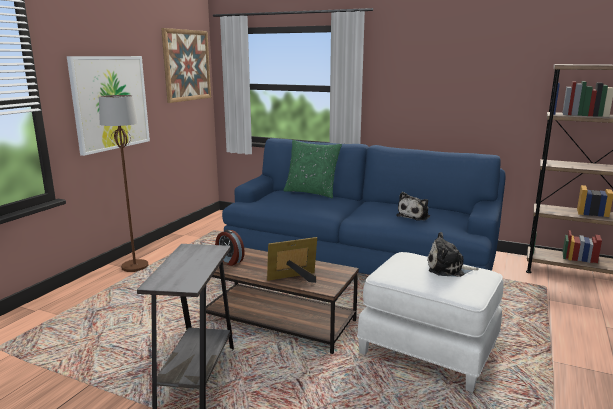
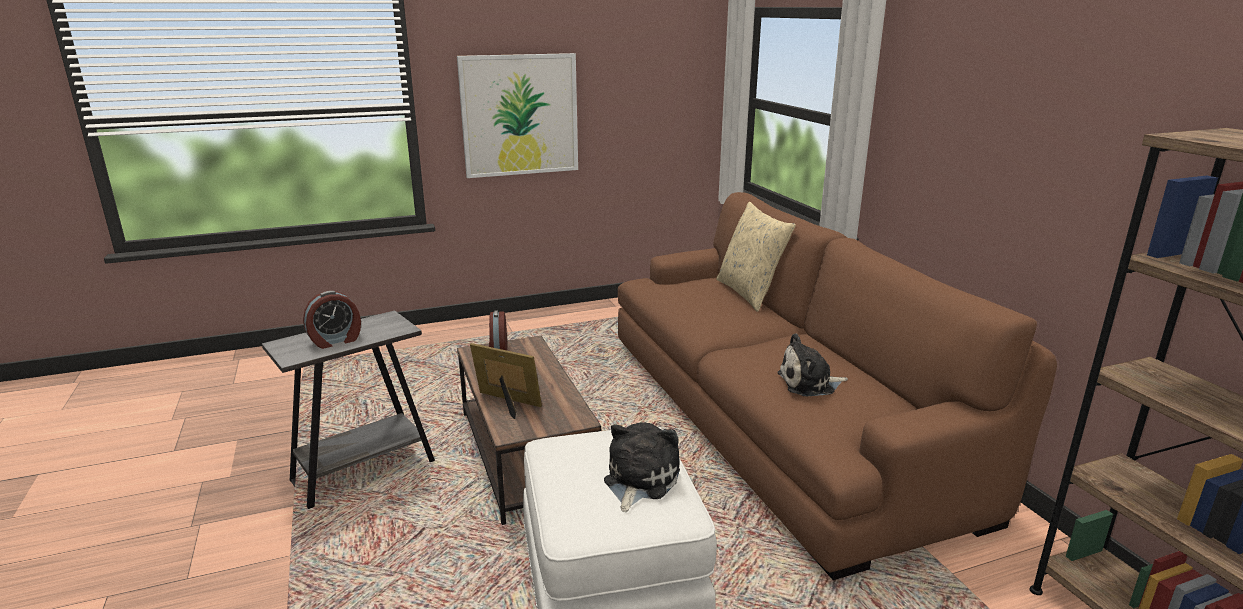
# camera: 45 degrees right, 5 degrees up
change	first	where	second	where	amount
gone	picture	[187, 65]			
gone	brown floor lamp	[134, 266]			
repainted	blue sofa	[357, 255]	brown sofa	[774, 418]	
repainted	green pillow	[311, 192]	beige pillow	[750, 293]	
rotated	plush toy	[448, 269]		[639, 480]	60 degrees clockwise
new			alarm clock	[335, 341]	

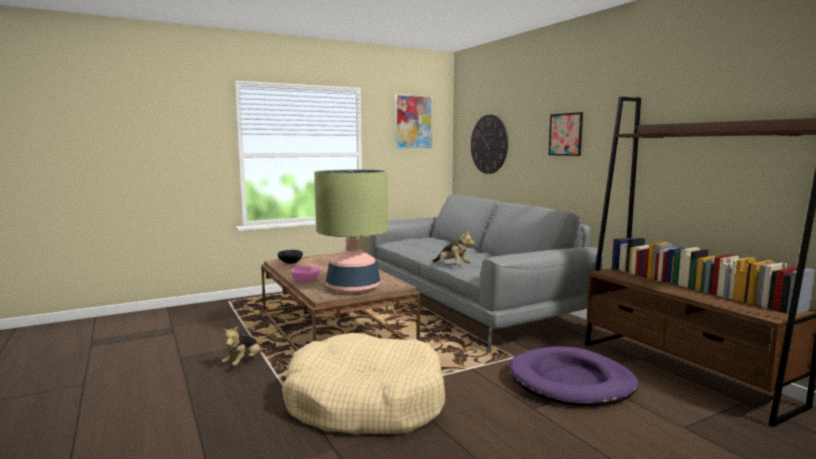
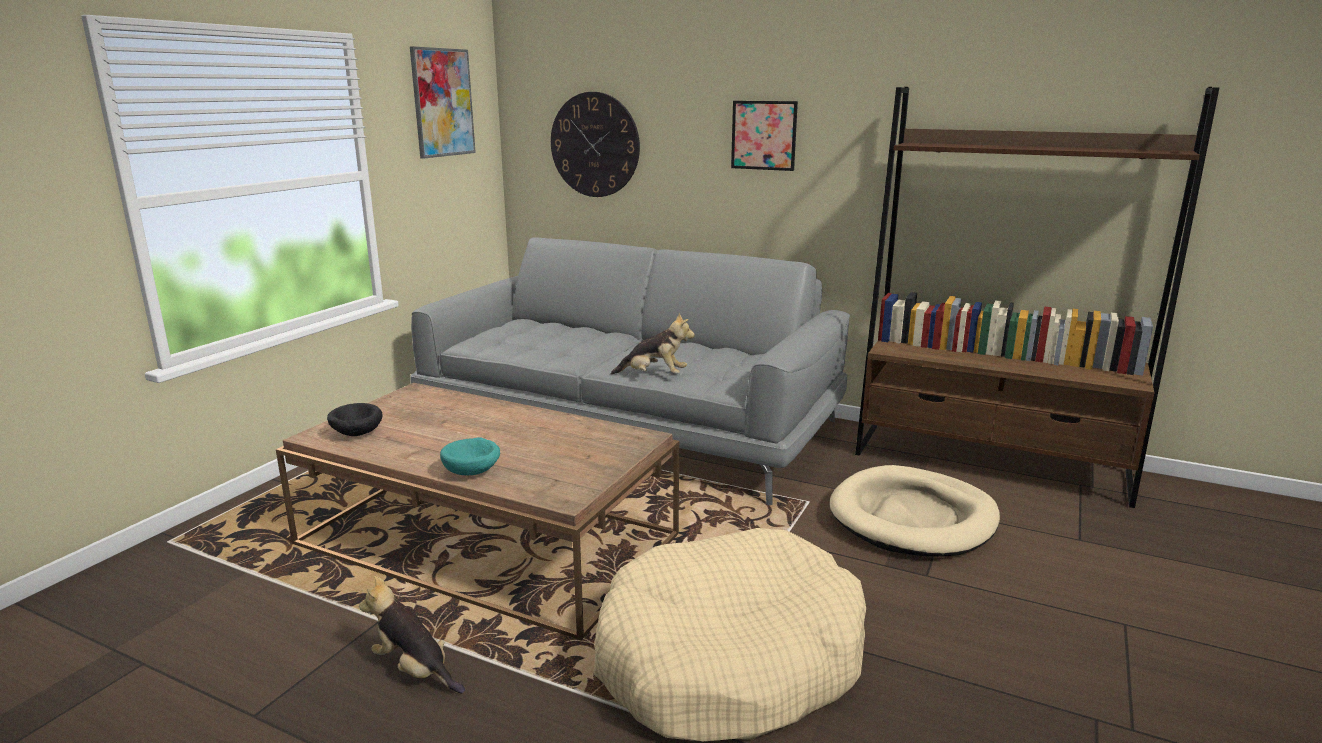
# camera: 35 degrees left, 10 degrees up
change	first	where	second	where	amount
gone	table lamp	[353, 288]			
repainted	pink bowl	[305, 282]	turquoise bowl	[473, 473]	
rotated	plush toy	[243, 362]		[415, 670]	135 degrees clockwise
repainted	purple dog bed	[571, 382]	beige dog bed	[913, 518]	

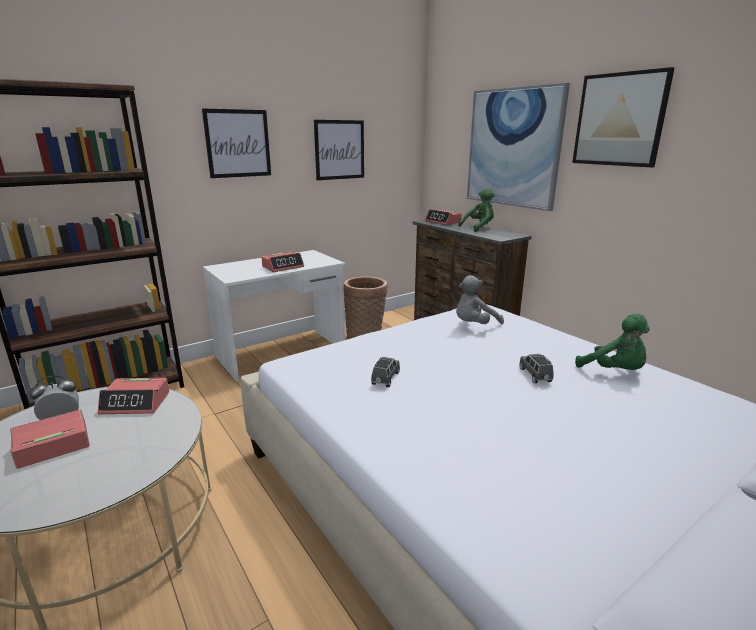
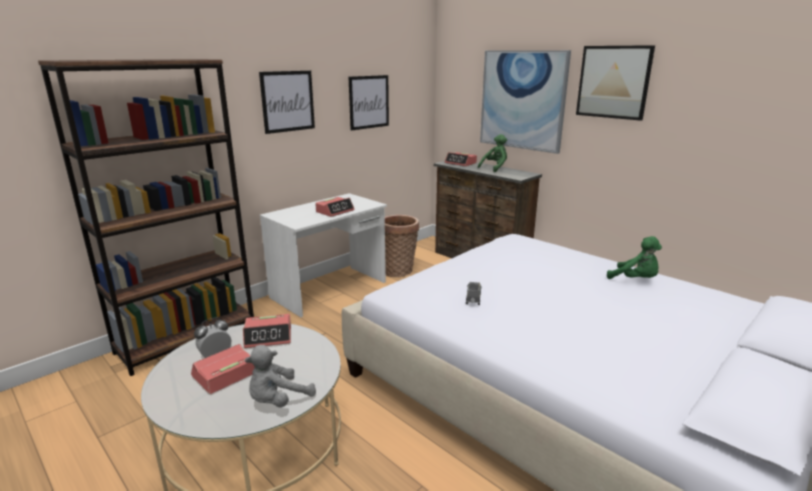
# camera: 10 degrees left, 0 degrees up
change	first	where	second	where	amount
shifted	grey plush toy	[474, 325]		[278, 400]	
gone	grey toy car	[535, 375]			

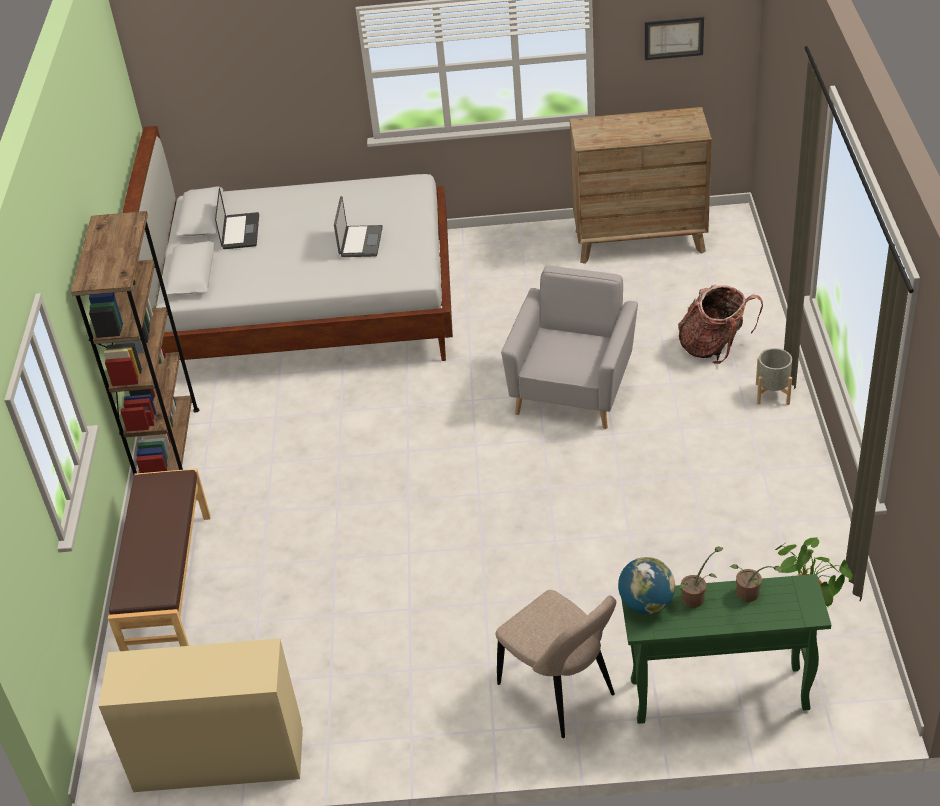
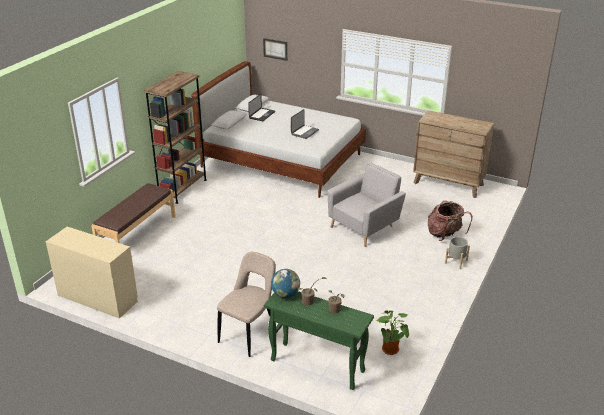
# camera: 25 degrees right, 10 degrees down
change	first	where	second	where	amount
shifted	picture	[674, 38]		[275, 49]	
rotated	beige chair	[560, 692]		[249, 334]	135 degrees counterclockwise

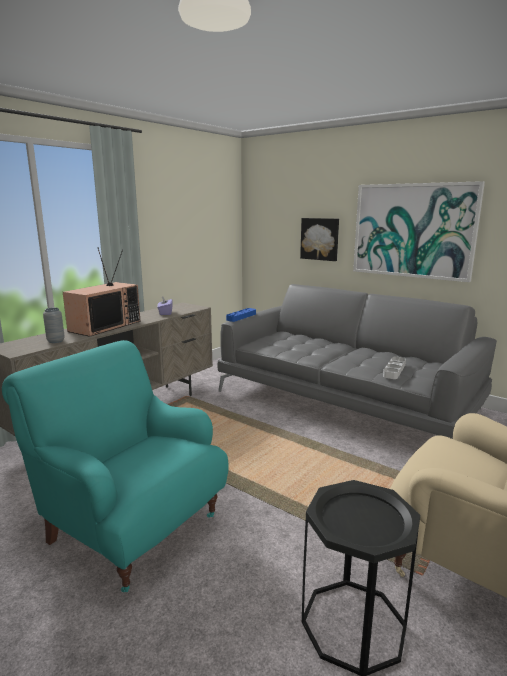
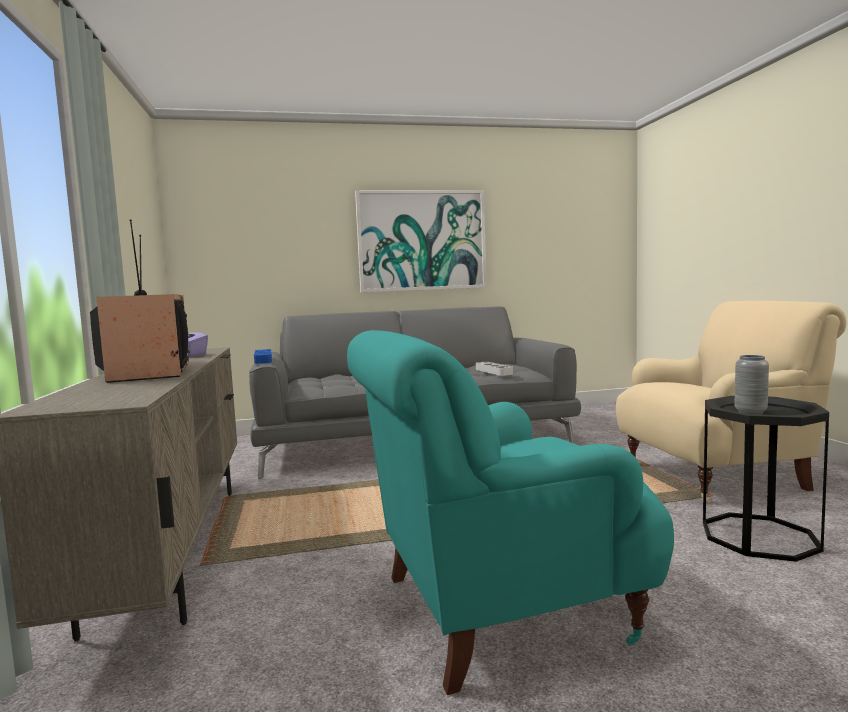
# camera: 50 degrees left, 10 degrees down
change	first	where	second	where	amount
gone	picture	[320, 239]			
shifted	grey vase	[56, 341]		[750, 412]	

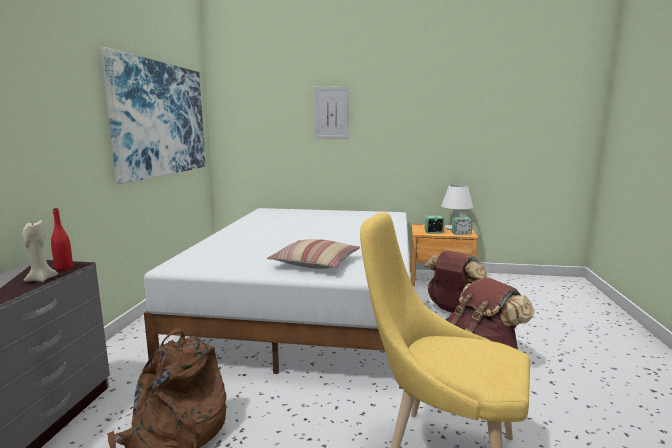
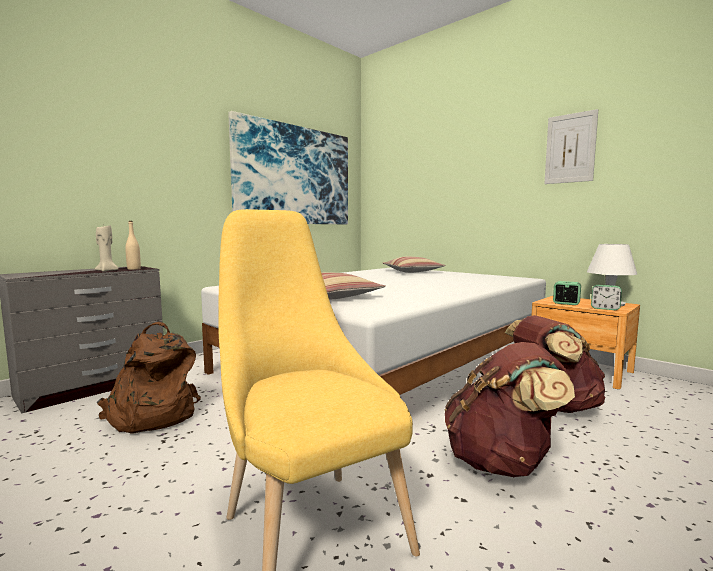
# camera: 35 degrees right, 5 degrees down
change	first	where	second	where	amount
shifted	picture	[331, 113]		[570, 148]	
repainted	red bottle	[64, 268]	beige bottle	[134, 269]	
new			pillow	[412, 272]	

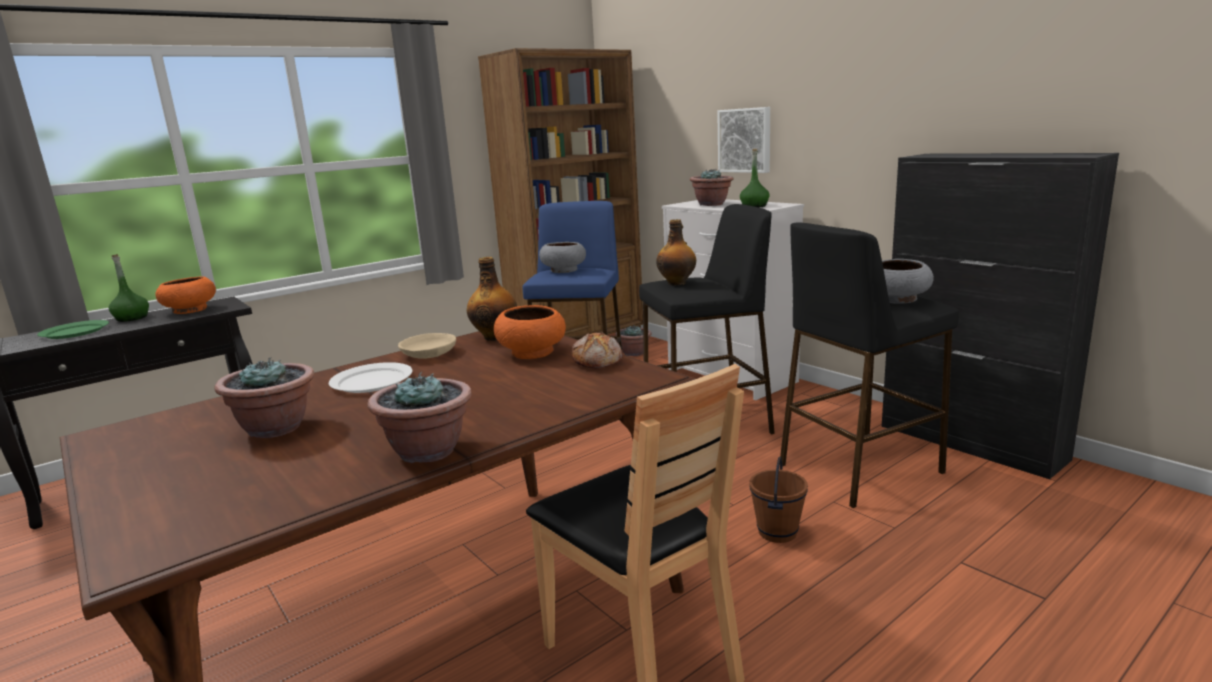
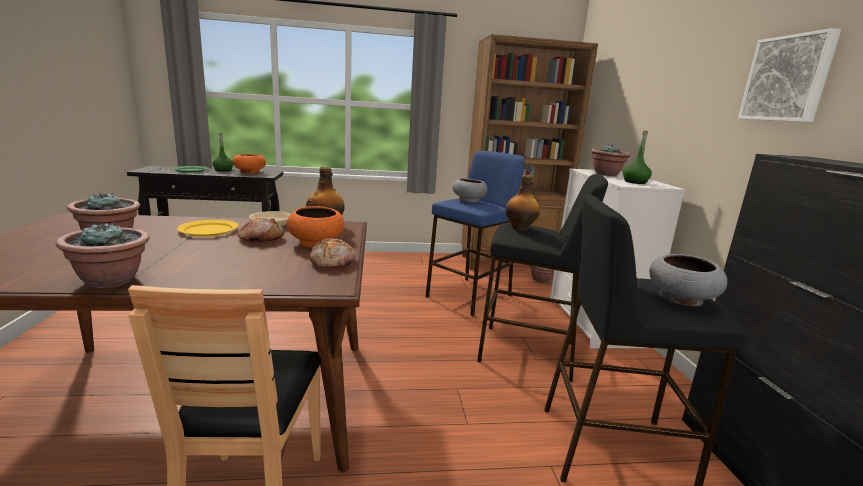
# camera: 30 degrees right, 0 degrees up
change	first	where	second	where	amount
shifted	picture	[745, 140]		[788, 79]	
repainted	white plate	[372, 381]	yellow plate	[209, 230]	
gone	brown bucket	[778, 532]			
new			bread	[261, 239]	

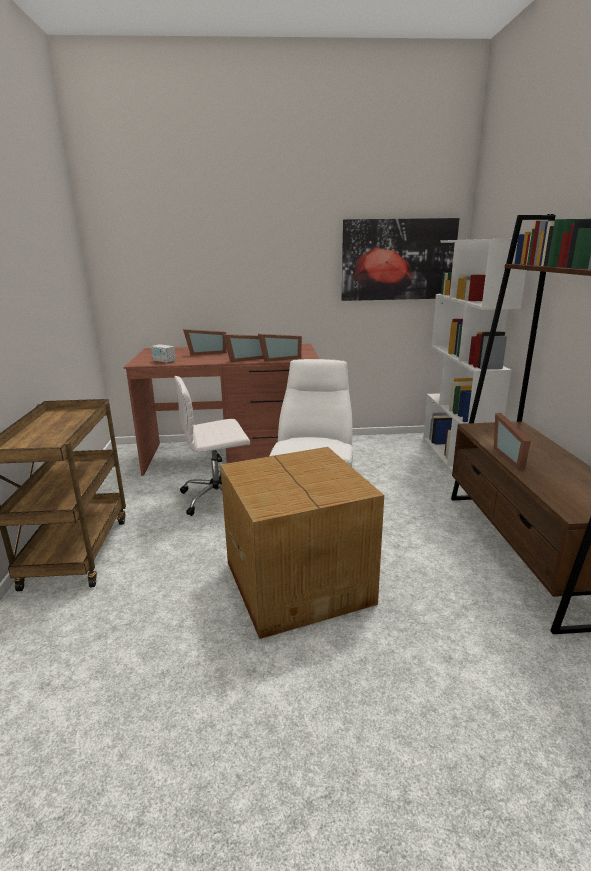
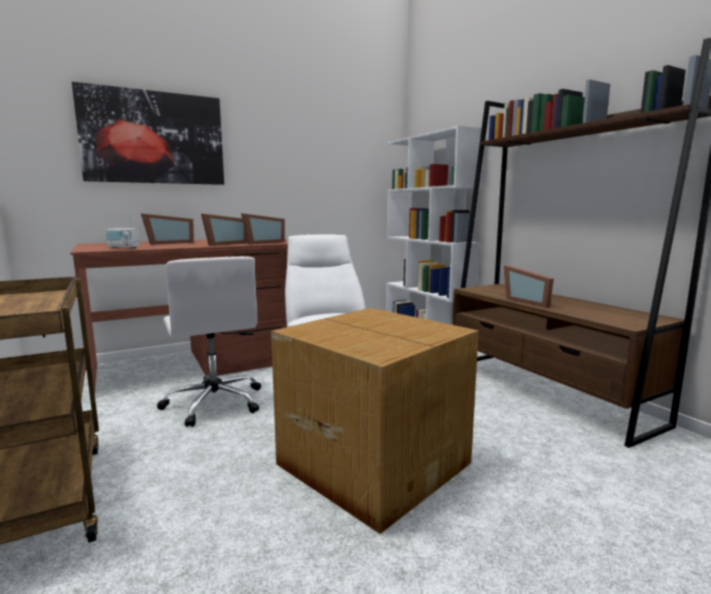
# camera: 25 degrees left, 10 degrees down
change	first	where	second	where	amount
shifted	picture	[398, 260]		[154, 138]	
rotated	white office chair	[219, 497]		[215, 403]	75 degrees counterclockwise

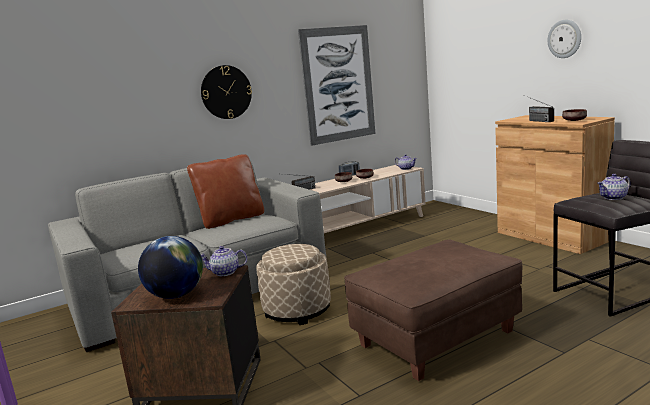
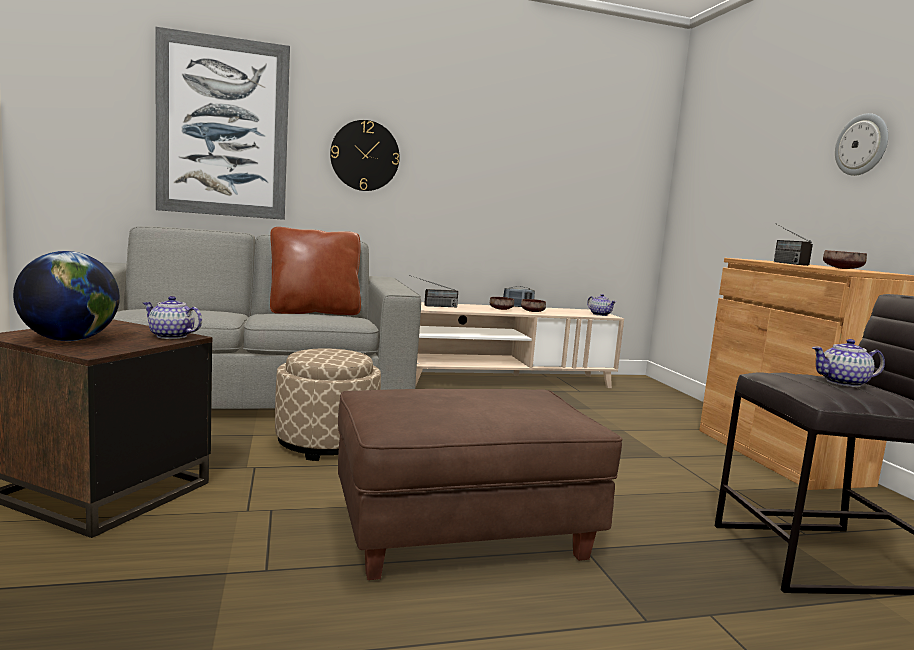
# camera: 15 degrees right, 5 degrees down
change	first	where	second	where	amount
shifted	picture	[338, 84]		[223, 128]	

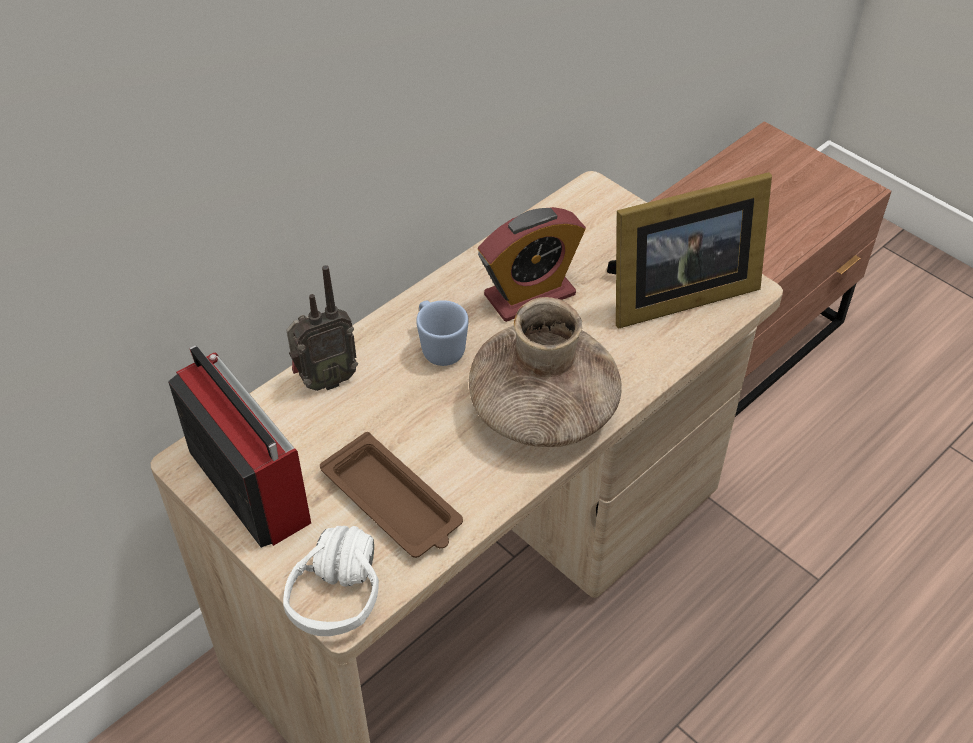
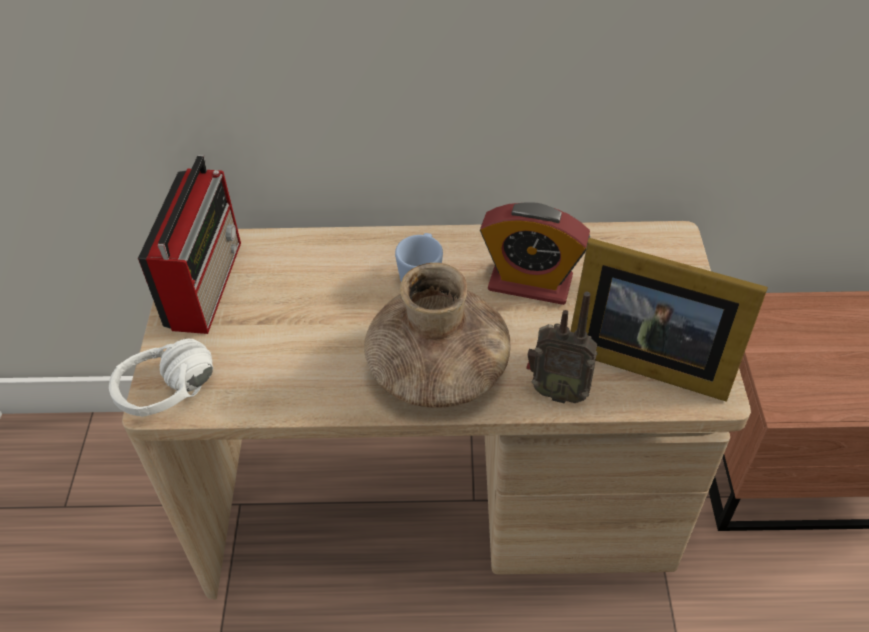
# camera: 45 degrees right, 0 degrees up
change	first	where	second	where	amount
shifted	radio	[324, 380]		[557, 391]	
gone	brown tray	[393, 503]			

